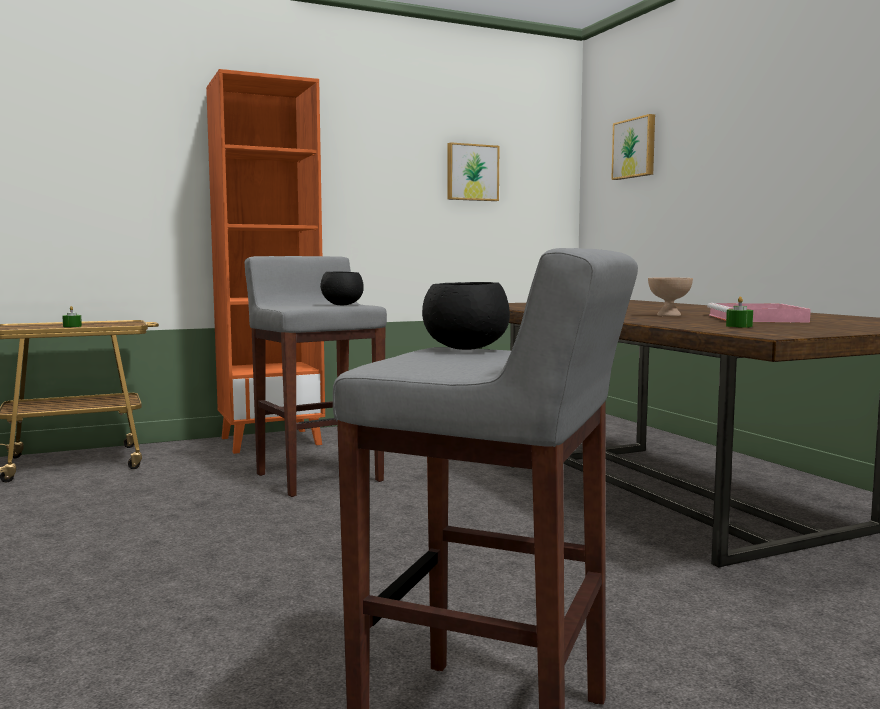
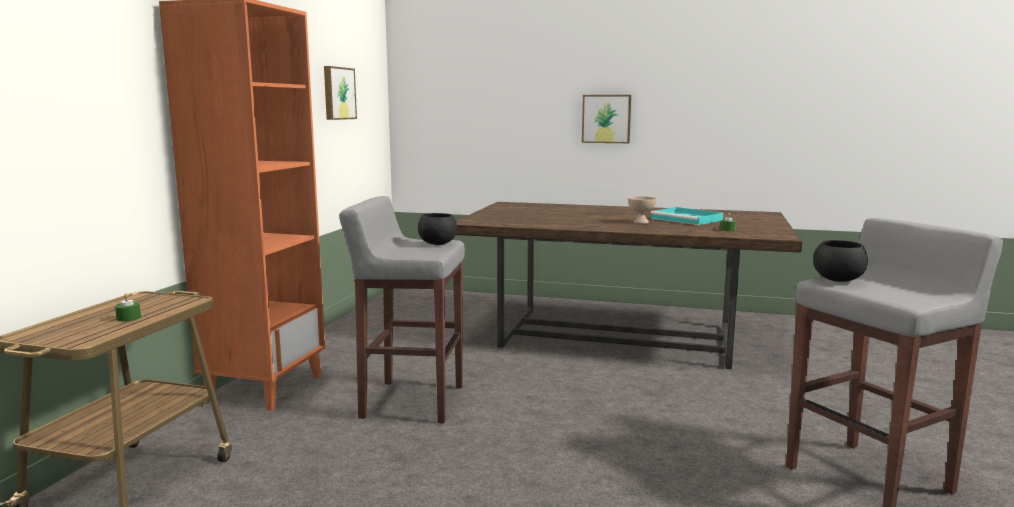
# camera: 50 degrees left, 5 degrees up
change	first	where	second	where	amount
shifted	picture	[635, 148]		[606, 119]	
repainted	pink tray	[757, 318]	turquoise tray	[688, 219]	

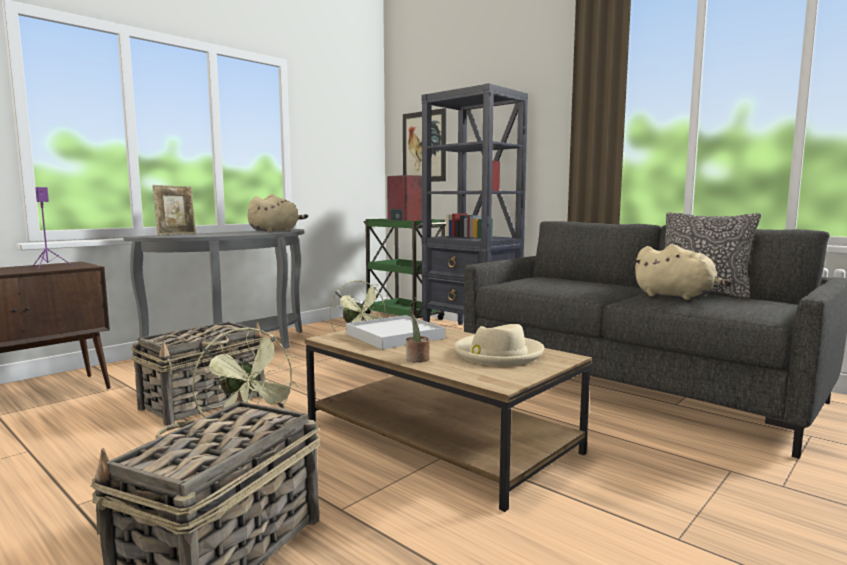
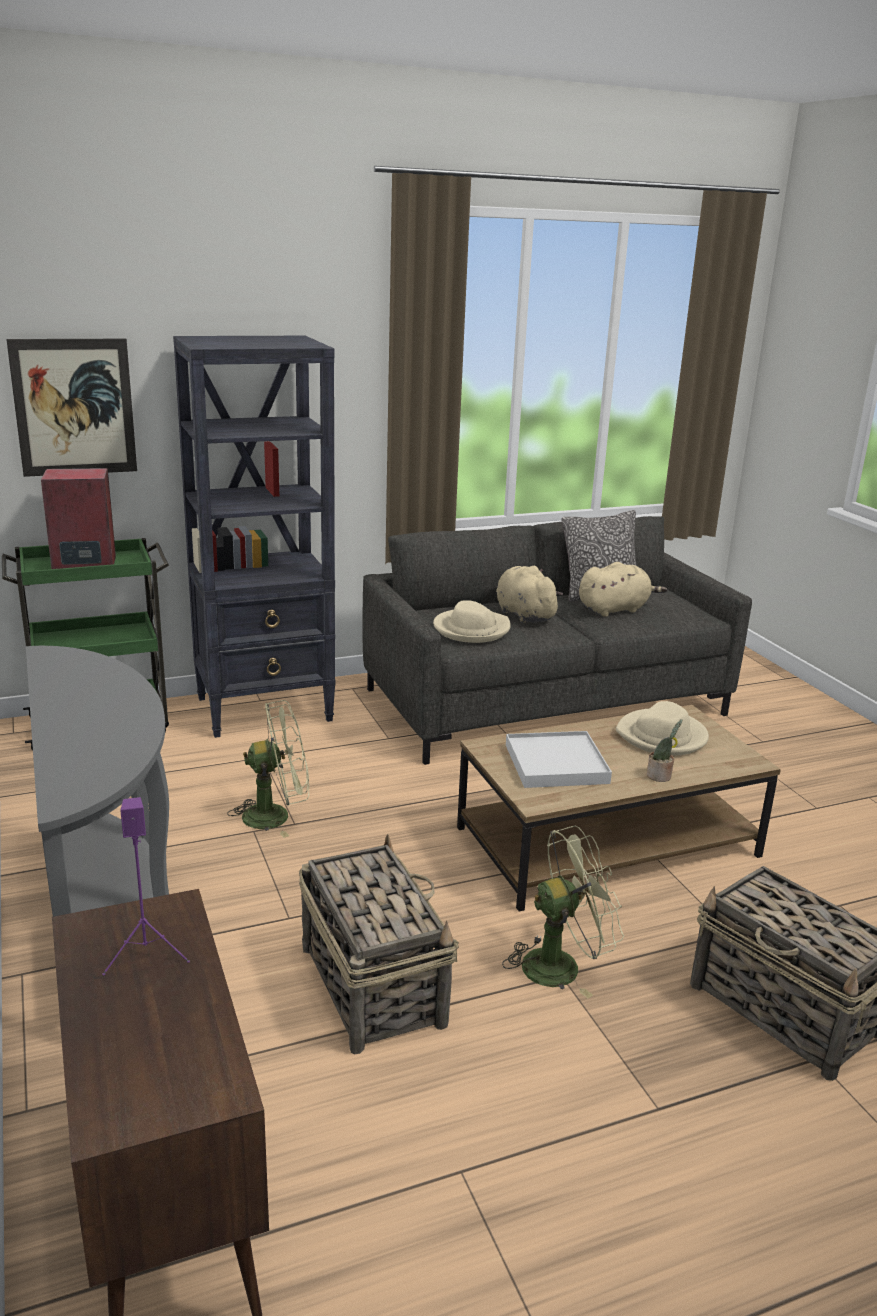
# camera: 65 degrees left, 15 degrees up
change	first	where	second	where	amount
gone	picture frame	[176, 234]			
shifted	beige plush toy	[275, 231]		[523, 614]	
new			beige hat	[471, 629]	

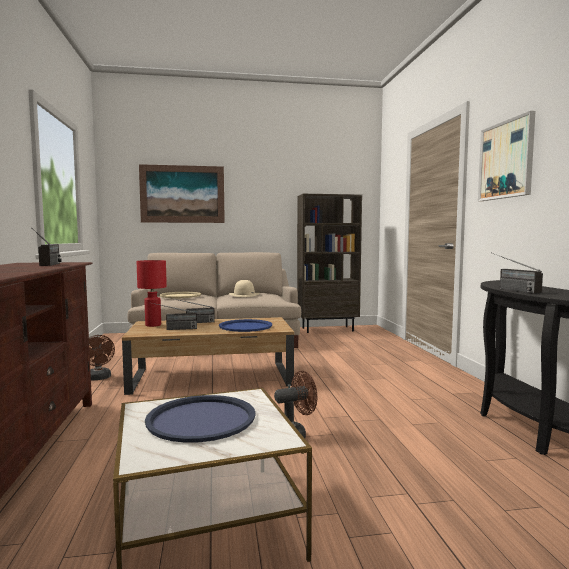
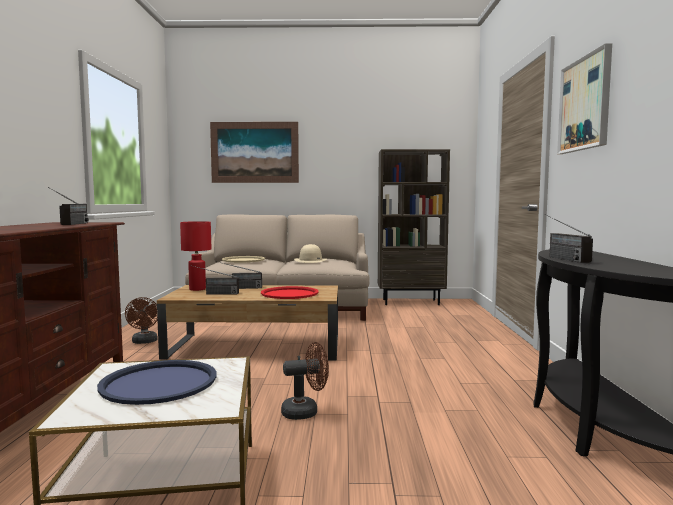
# camera: 10 degrees right, 0 degrees up
change	first	where	second	where	amount
repainted	blue tray	[245, 326]	red tray	[289, 294]	

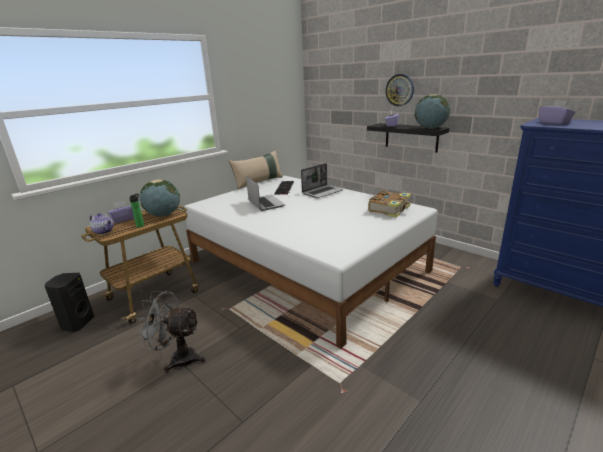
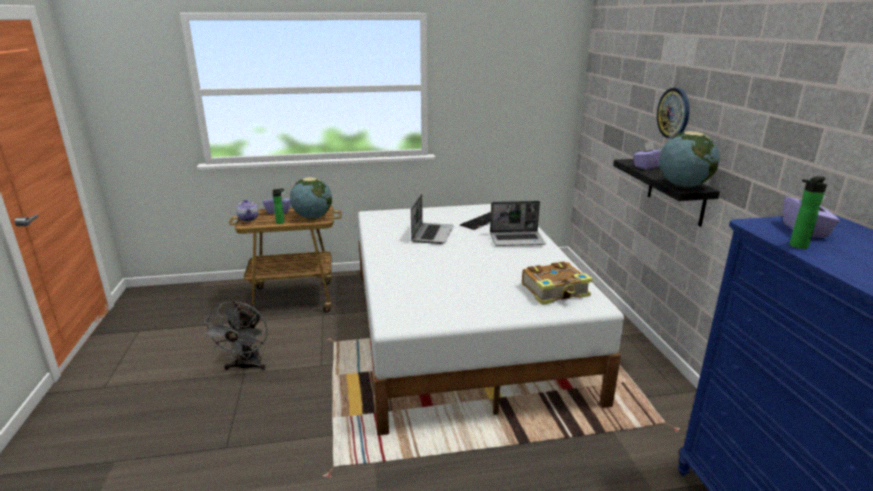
# camera: 35 degrees right, 0 degrees up
change	first	where	second	where	amount
gone	beige pillow	[258, 182]			
gone	black speaker	[77, 323]			
rotated	grey fan	[178, 358]		[246, 367]	135 degrees counterclockwise
new			bottle	[796, 246]	

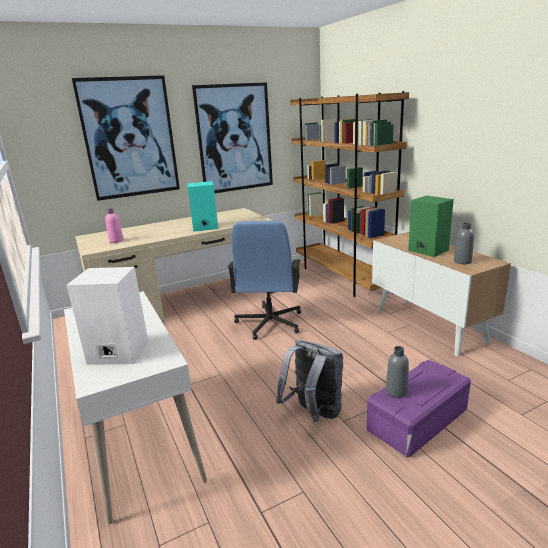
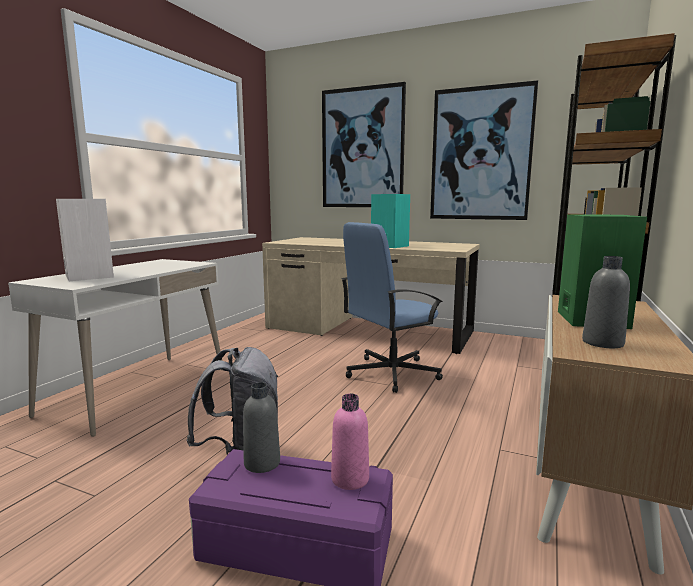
# camera: 50 degrees right, 10 degrees down
change	first	where	second	where	amount
shifted	pink bottle	[116, 241]		[350, 479]	

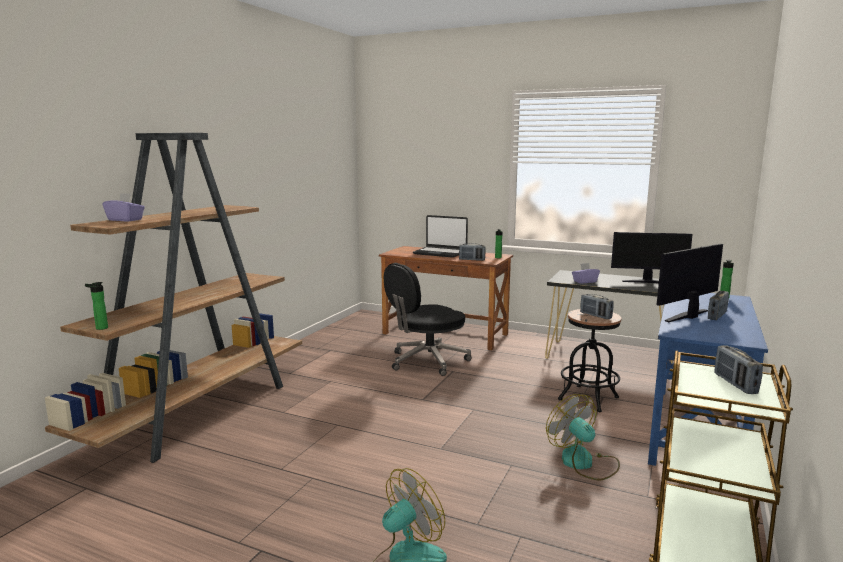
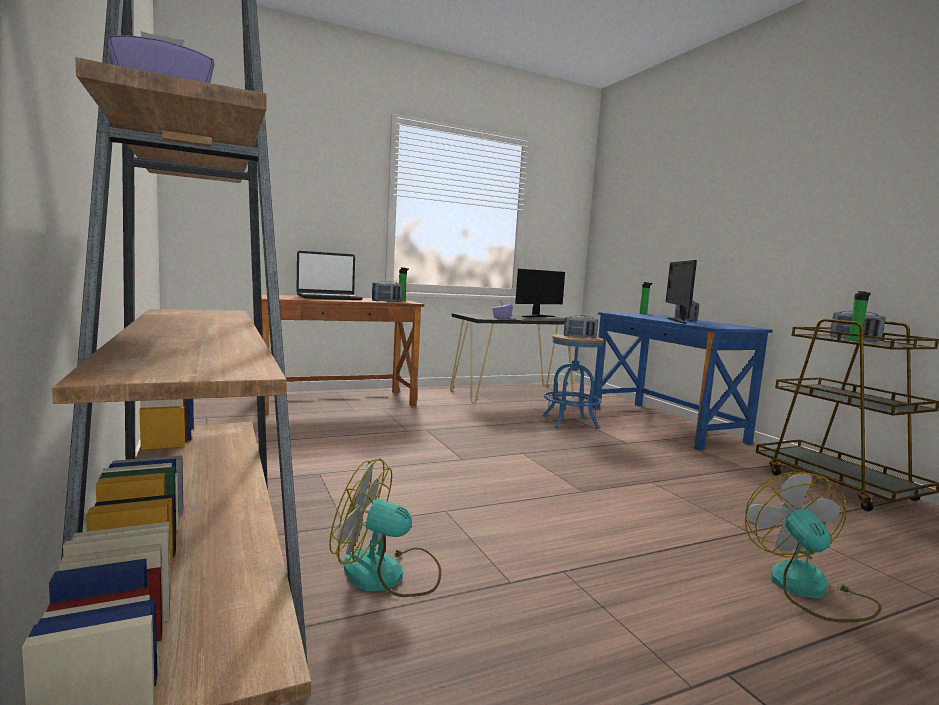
# camera: 50 degrees left, 5 degrees down
change	first	where	second	where	amount
gone	black office chair	[426, 361]			
shifted	bottle	[99, 328]		[855, 340]	
repainted	black stool	[588, 398]	blue stool	[570, 422]	
shifted	fan	[584, 463]		[388, 575]	

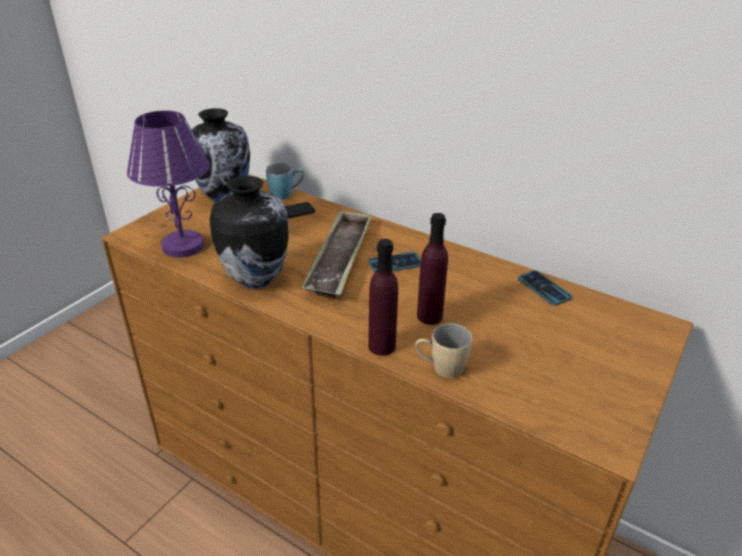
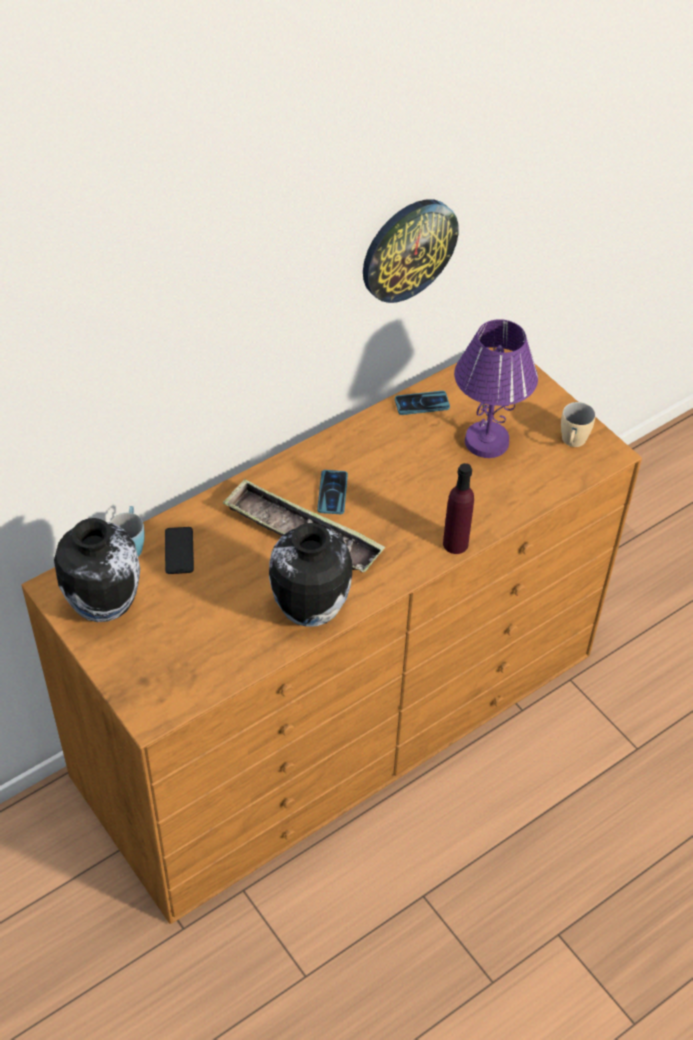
# camera: 70 degrees left, 15 degrees up
change	first	where	second	where	amount
shifted	purple table lamp	[184, 246]		[487, 441]	
gone	purple bottle	[429, 316]			
shifted	beige mug	[440, 368]		[572, 443]	
new			wall clock	[408, 249]	

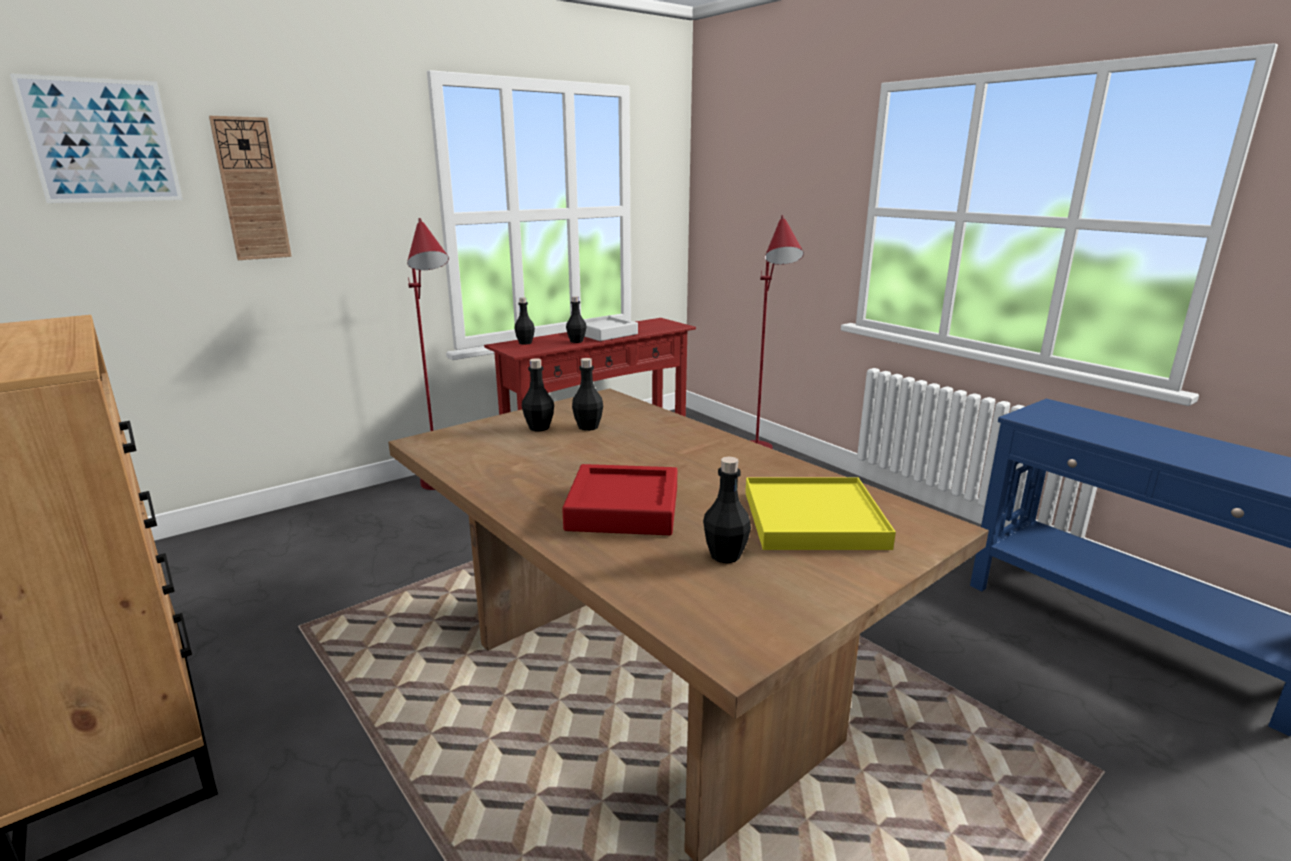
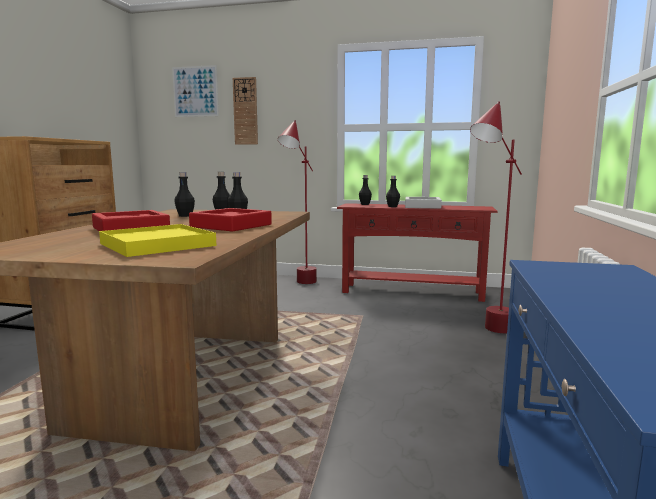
# camera: 50 degrees right, 10 degrees down
change	first	where	second	where	amount
shifted	black bottle	[725, 555]		[185, 216]	
new			red tray	[231, 226]	

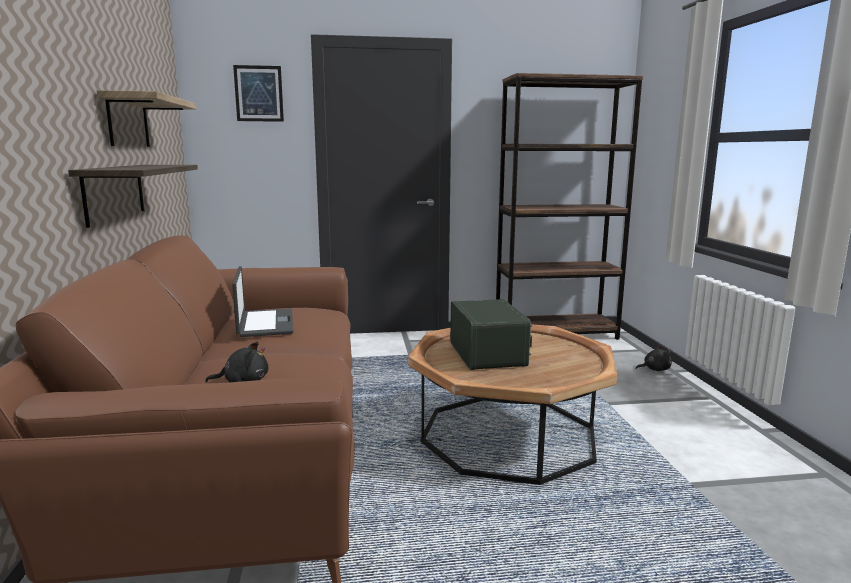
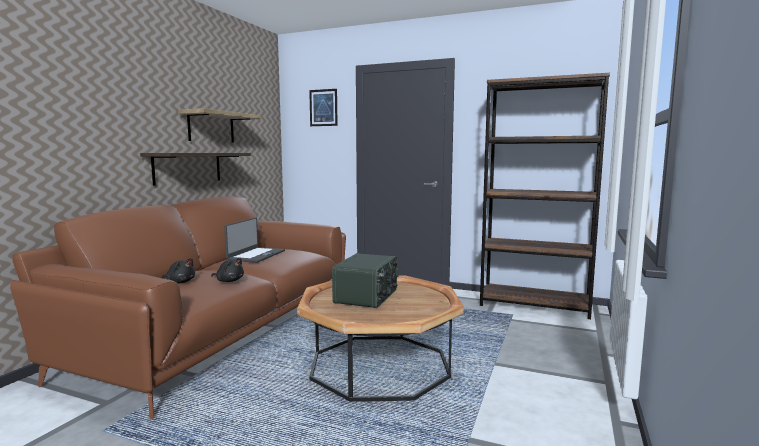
# camera: 30 degrees right, 5 degrees down
change	first	where	second	where	amount
shifted	black plush toy	[654, 369]		[229, 281]	

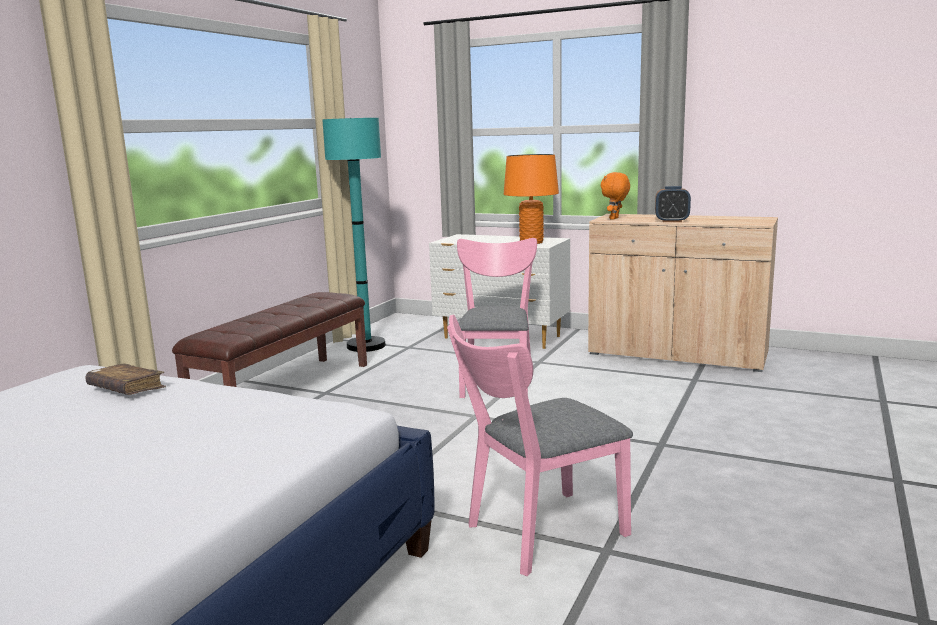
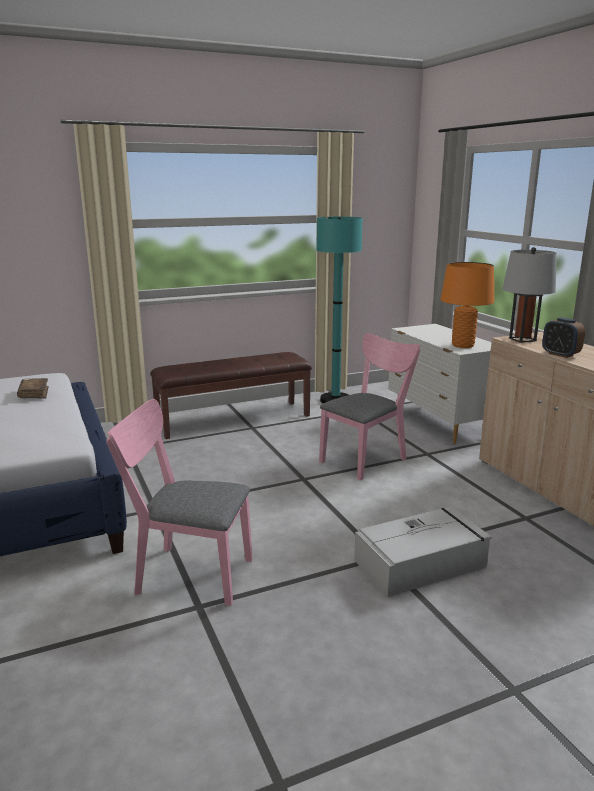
# camera: 40 degrees right, 5 degrees up
change	first	where	second	where	amount
swapped	orange plush toy	[615, 218]	grey table lamp	[522, 339]	
new			grey storage box	[421, 563]	

